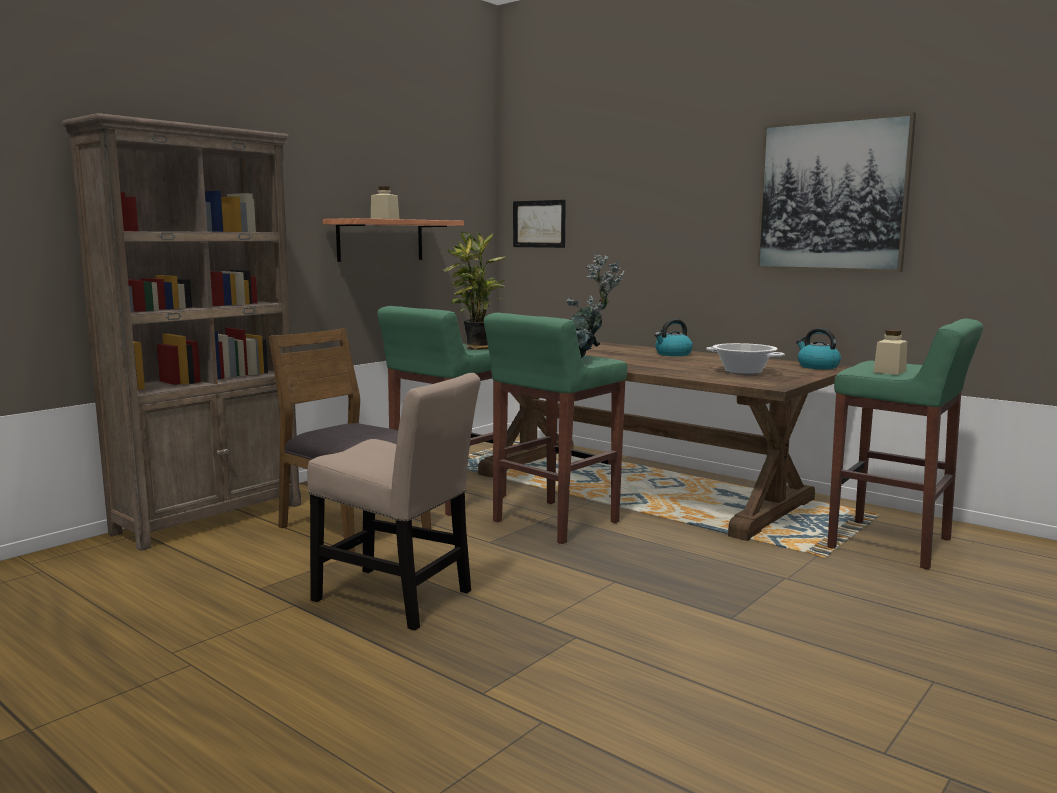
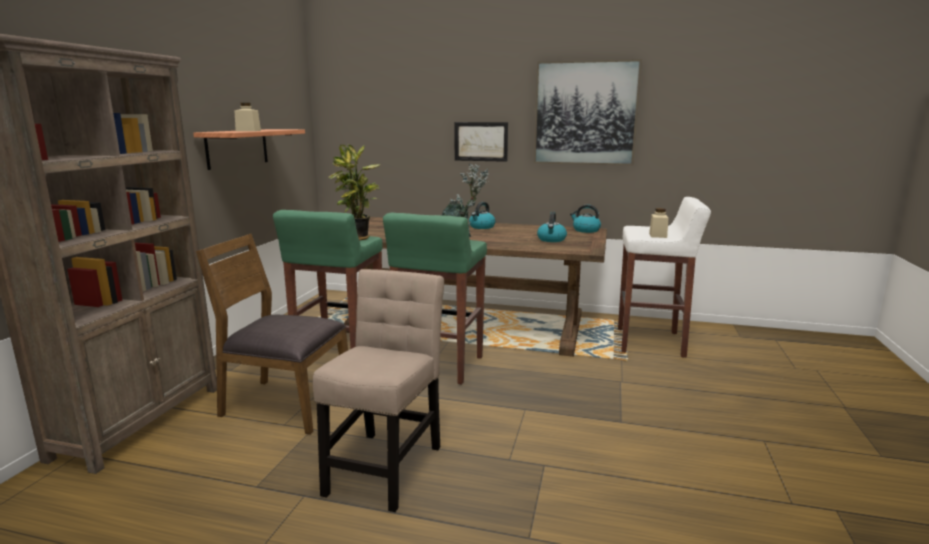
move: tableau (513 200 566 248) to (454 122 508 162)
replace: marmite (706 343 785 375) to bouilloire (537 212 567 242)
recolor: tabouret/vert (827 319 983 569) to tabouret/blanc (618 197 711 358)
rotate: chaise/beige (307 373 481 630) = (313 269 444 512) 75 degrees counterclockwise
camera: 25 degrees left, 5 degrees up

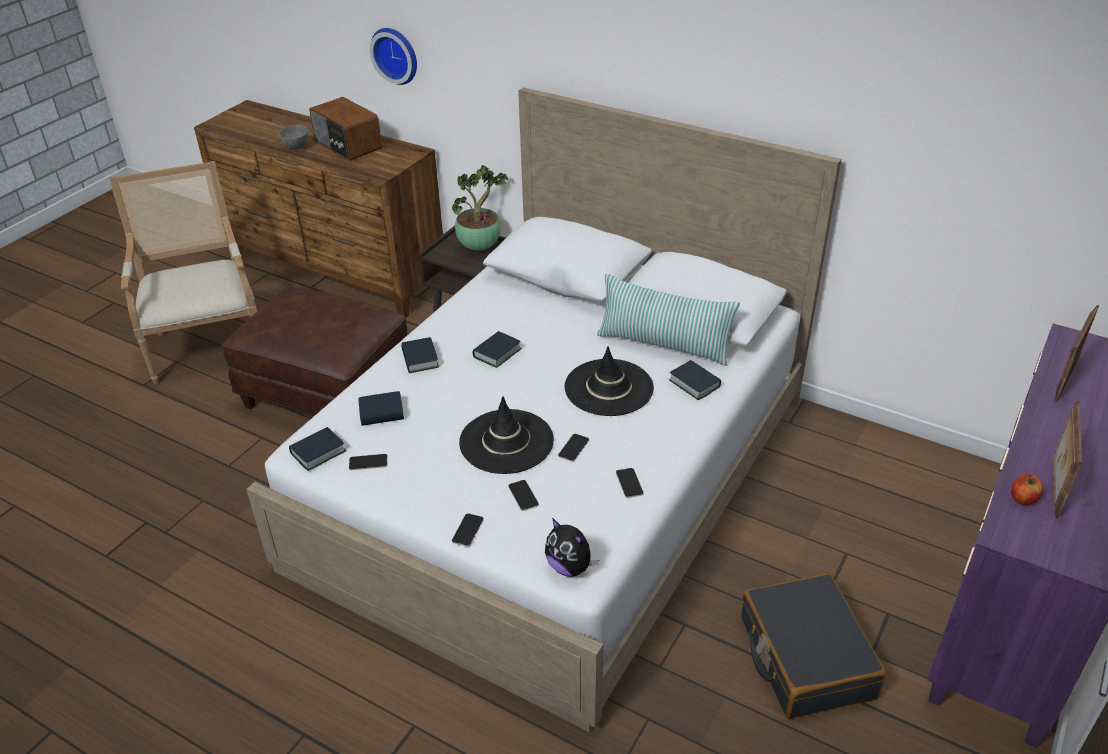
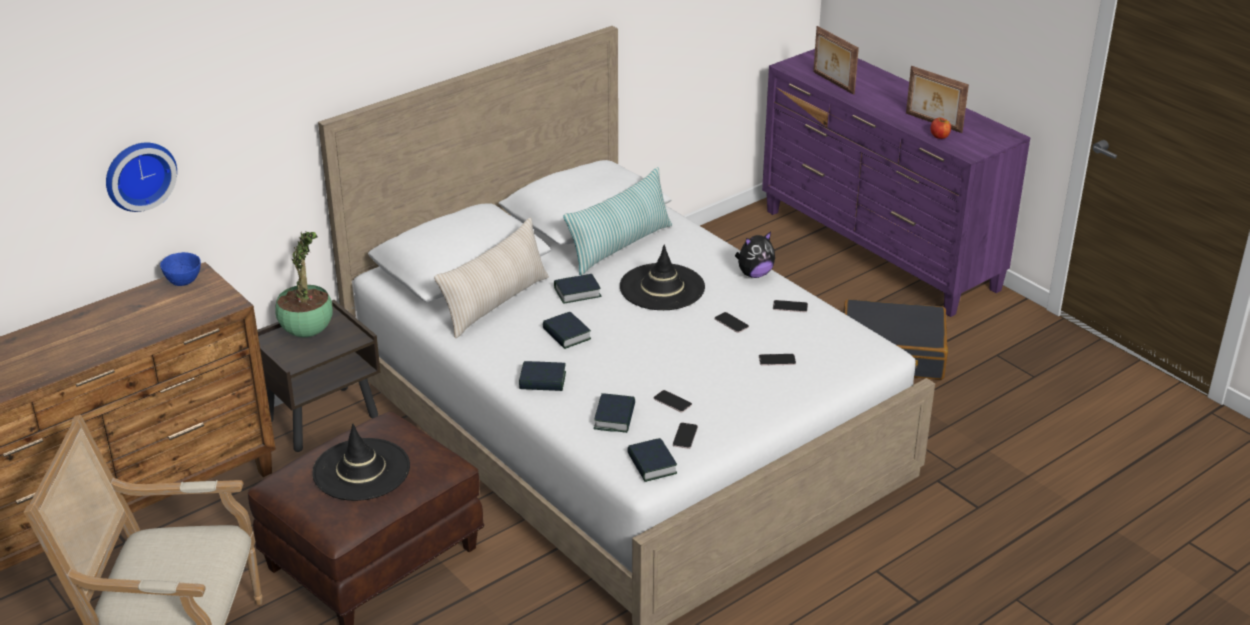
delete: bol/gris (279 125 309 150); radio (309 97 382 161)
insert: bol/bleu (160 252 201 286); coussin/beige (434 218 549 338)
move: chapeau/noir (459 396 554 474) to (312 424 410 501); livre (669 360 721 400) to (554 274 602 304); téléphone (452 513 484 547) to (654 390 692 412); peluche (545 518 599 577) to (735 232 775 278)
camera: 70 degrees left, 5 degrees down

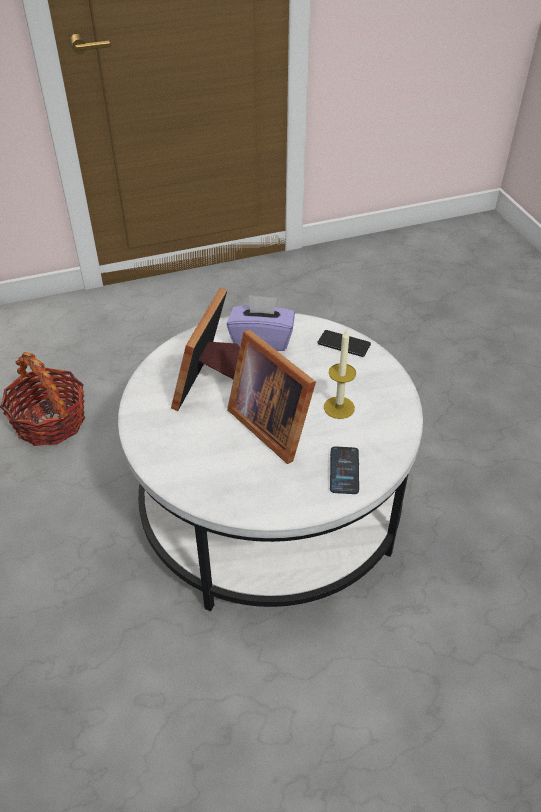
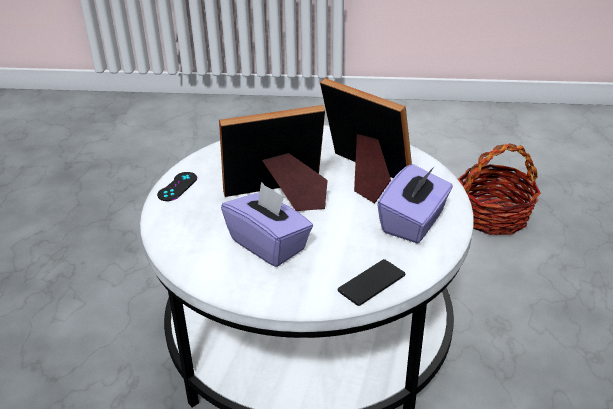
delete: téléphone (330 446 359 494)
insert: manette/noir (157 172 197 201)
replace: bougie (324 329 356 419) to boîte à mouchoirs/violet (221 182 313 267)
camera: 115 degrees right, 10 degrees down

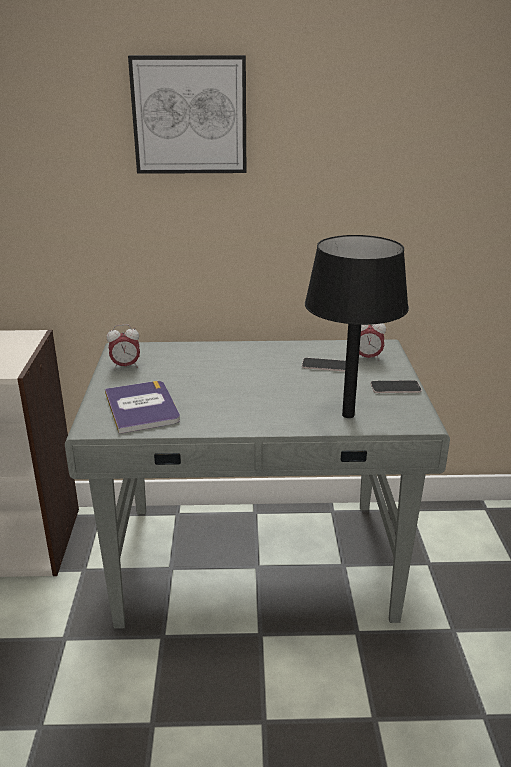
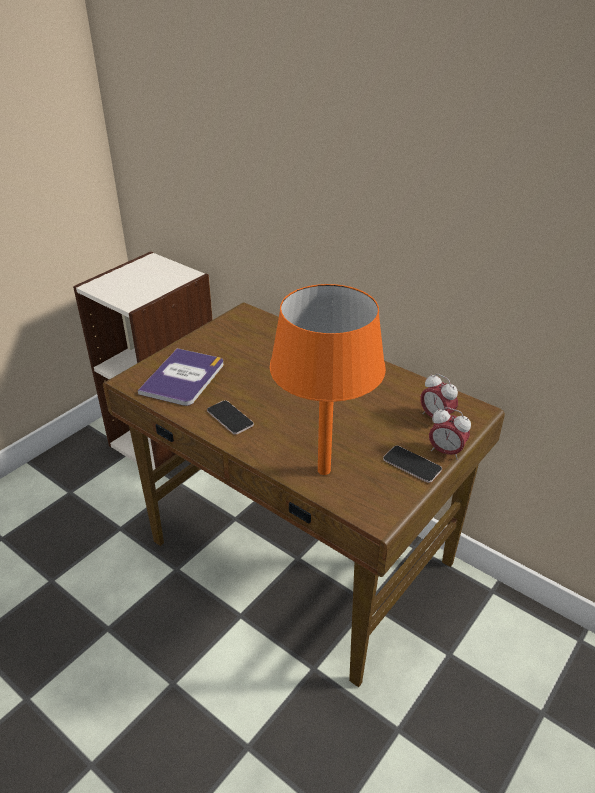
delete: tableau (128 55 246 174)
move: téléphone (302 358 346 371) to (207 400 254 434); réveil (107 324 140 370) to (429 407 471 460)
recolor: bureau/gris (65 339 450 629) to bureau/marron (103 302 505 687); lampe de table/noir (305 235 409 418) to lampe de table/orange (270 284 386 475)
camera: 40 degrees right, 10 degrees up

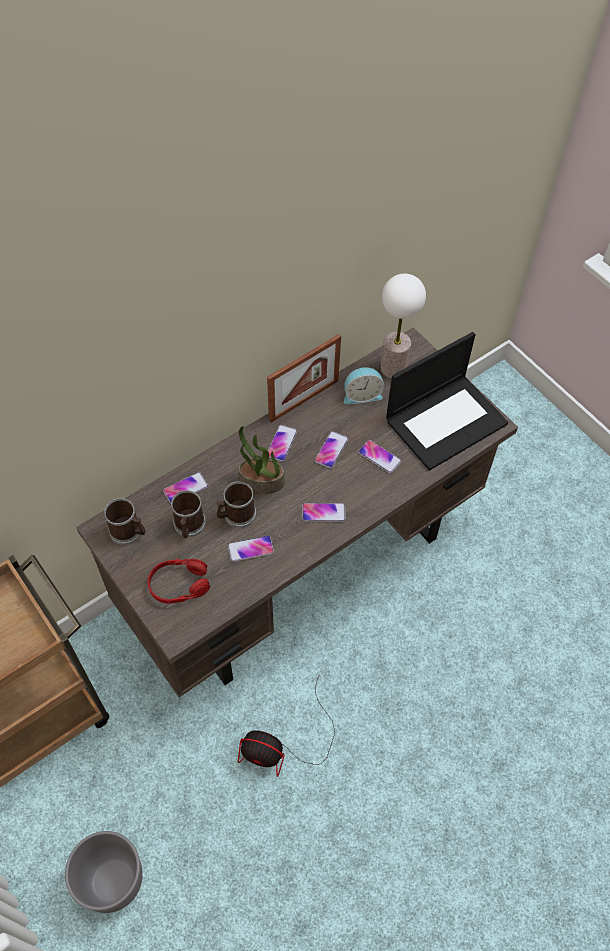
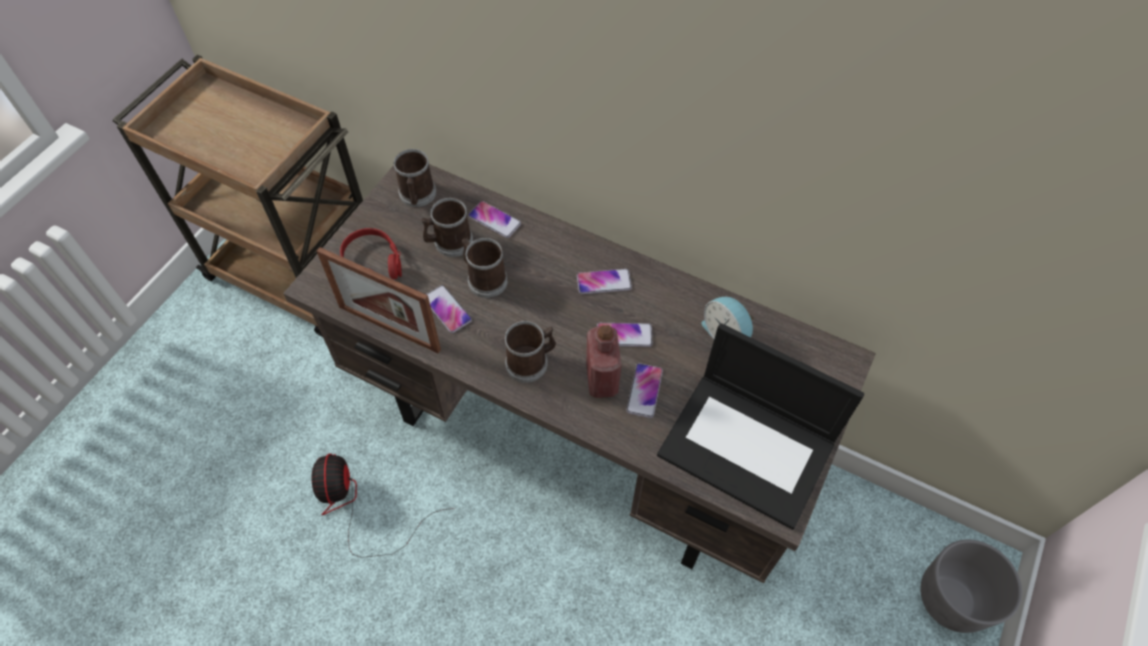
delete: plante en pot (238 426 284 494); lampe de table (381 274 426 378)
insert: bouteille/rouge (586 325 621 398)
move: cadre photo (267 334 341 423) to (317 247 441 353); cache-pot/gris (65 831 143 913) to (920 540 1022 633)
replace: téléphone (302 503 346 522) to mug (505 321 556 383)
camera: 65 degrees right, 0 degrees up

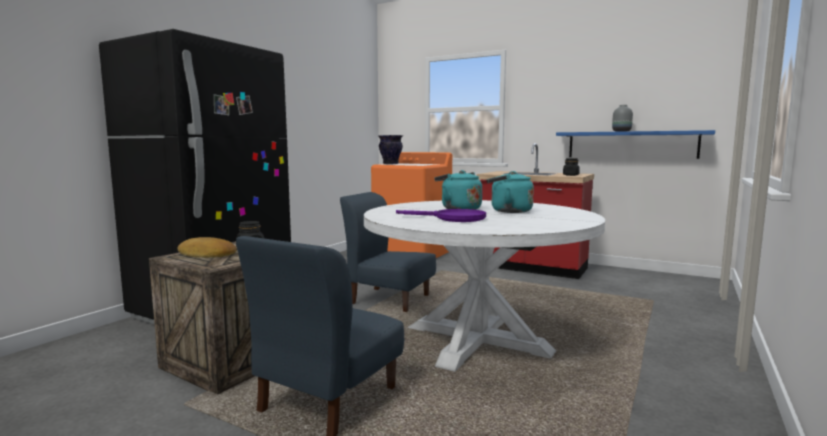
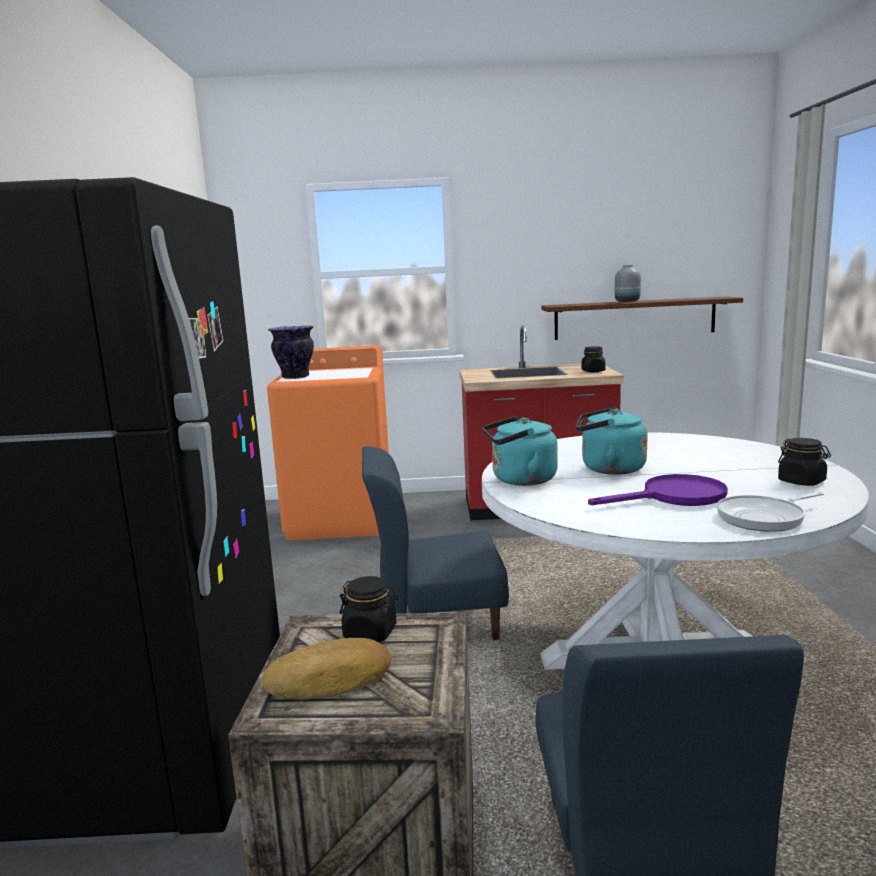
insert: poêle (716 492 824 532); bocal/noir (778 438 831 486)
move: bouilloire/turquoise (486 171 534 213) to (483 416 558 486)
recolor: étagère/bleu (556 130 715 159) to étagère/marron (542 296 743 340)
camera: 30 degrees left, 5 degrees up

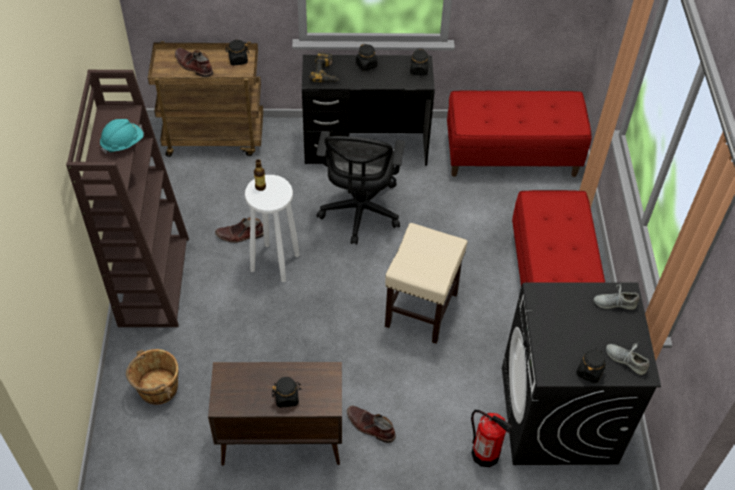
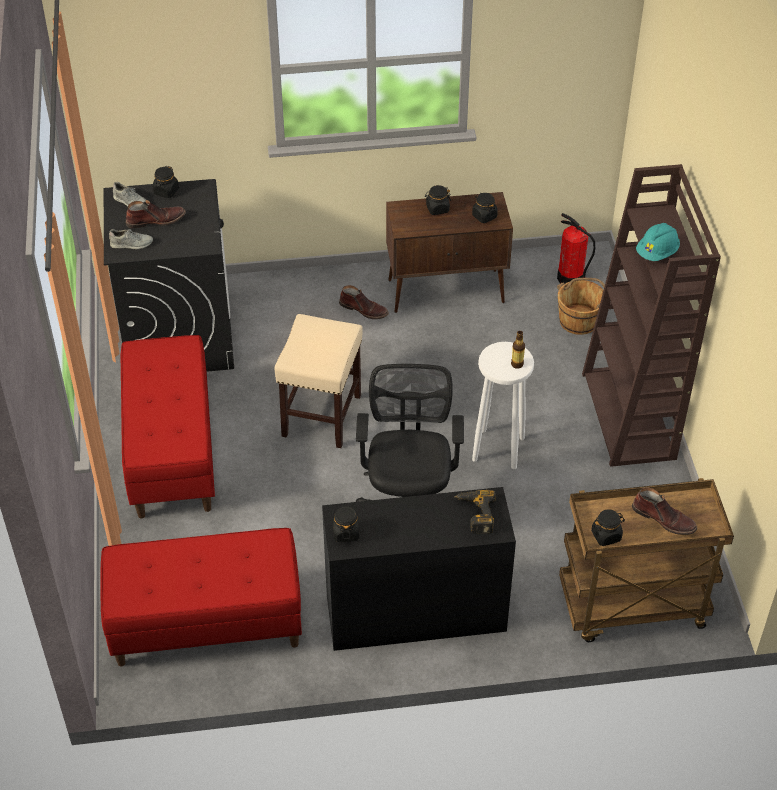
move: botte/marron (215 218 264 243) to (126 200 186 228); bocal/noir (356 44 378 71) to (472 193 498 223); extincteur (471 410 512 467) to (557 213 595 284)
camera: 175 degrees right, 5 degrees down

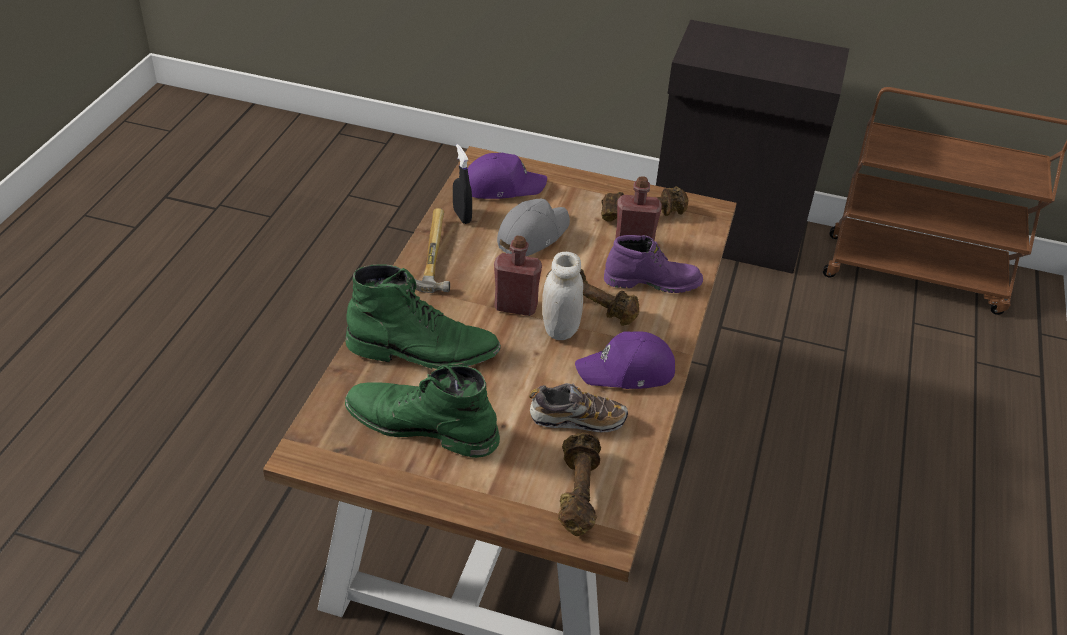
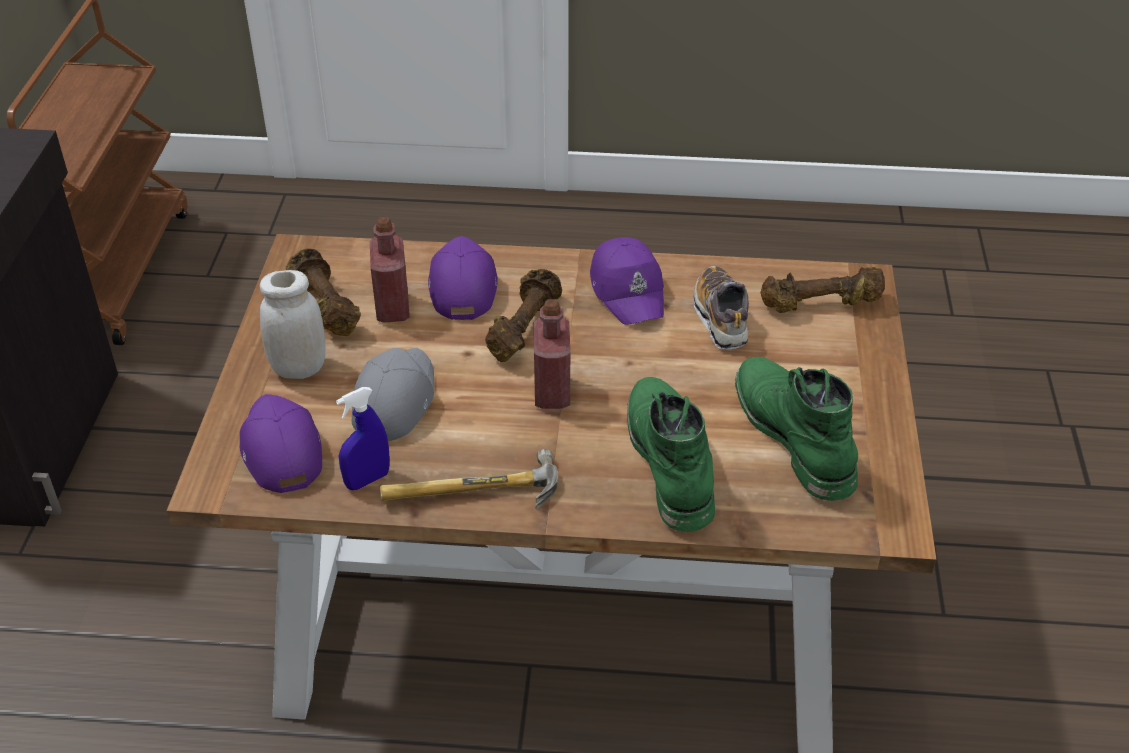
move: bocal/blanc (542 252 583 340) to (260 270 326 379)
replace: botte/violet (604 235 703 293) to casquette/violet (428 236 498 320)
recolor: vaporisateur/noir (453 144 472 224) to vaporisateur/bleu (336 387 390 490)
rotate: casquette/gris (497 198 570 256) = (352 348 434 441) 75 degrees clockwise; botte/vert (345 365 500 458) = (735 357 858 501) 150 degrees clockwise
camera: 100 degrees left, 0 degrees up

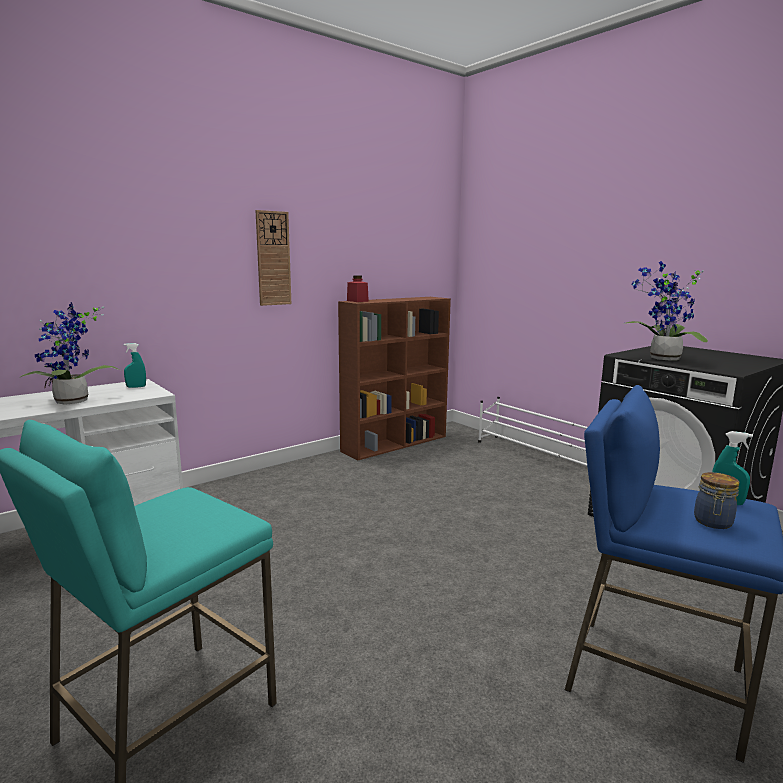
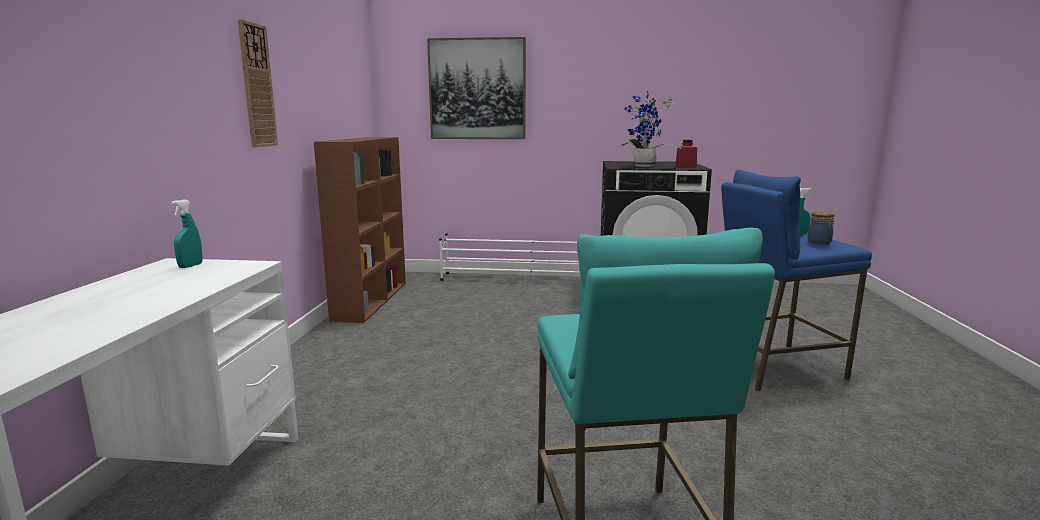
delete: plante en pot (21 302 120 405)
insert: tableau (427 37 526 139)
move: bocal/rouge (347 276 369 302) to (675 140 697 167)
camera: 45 degrees left, 0 degrees up

